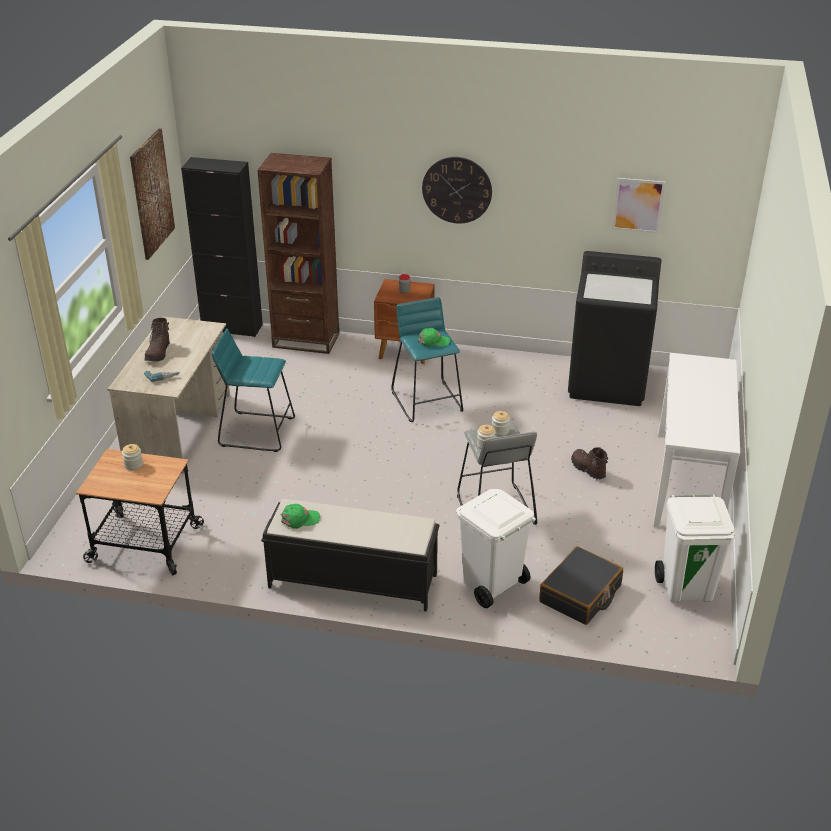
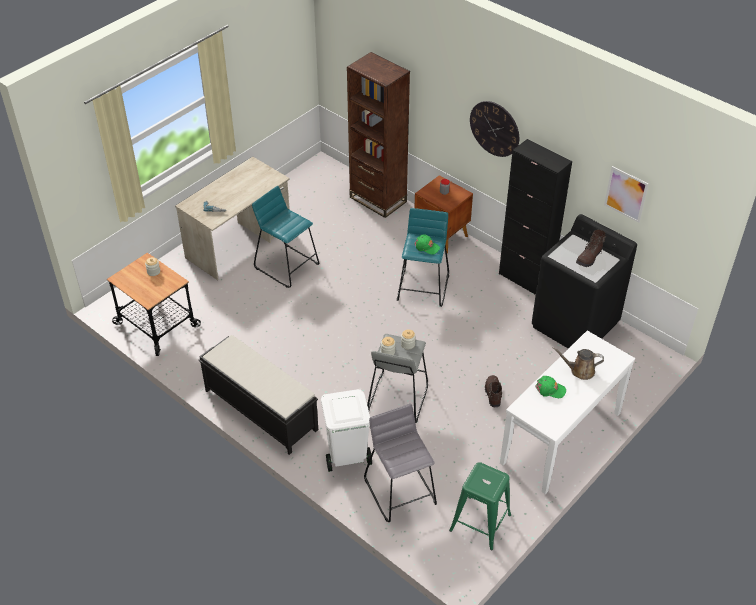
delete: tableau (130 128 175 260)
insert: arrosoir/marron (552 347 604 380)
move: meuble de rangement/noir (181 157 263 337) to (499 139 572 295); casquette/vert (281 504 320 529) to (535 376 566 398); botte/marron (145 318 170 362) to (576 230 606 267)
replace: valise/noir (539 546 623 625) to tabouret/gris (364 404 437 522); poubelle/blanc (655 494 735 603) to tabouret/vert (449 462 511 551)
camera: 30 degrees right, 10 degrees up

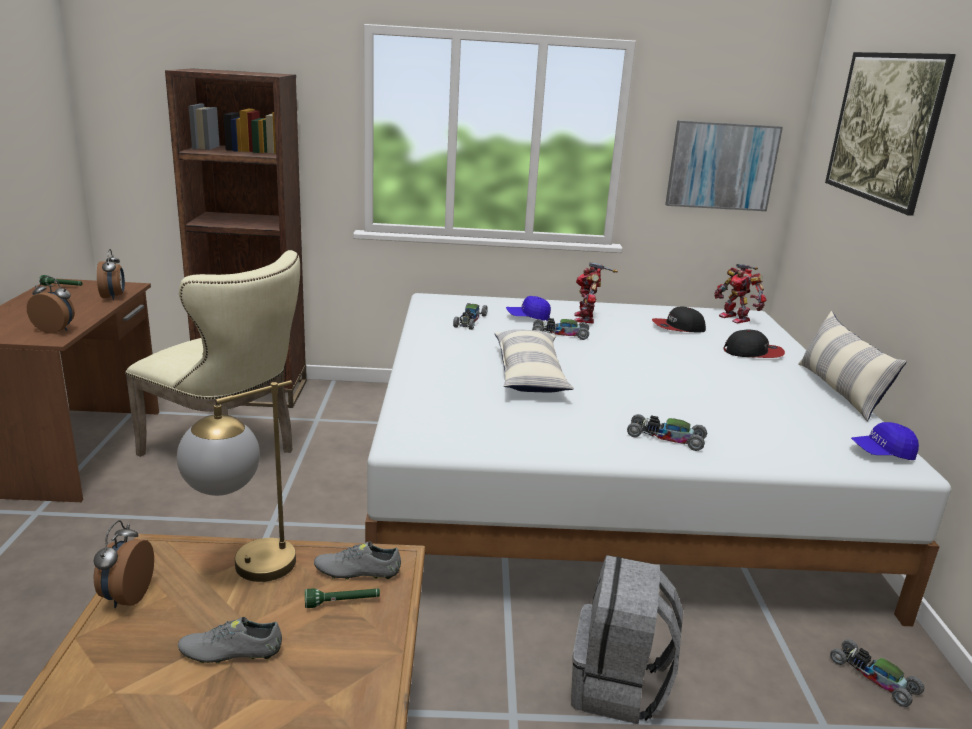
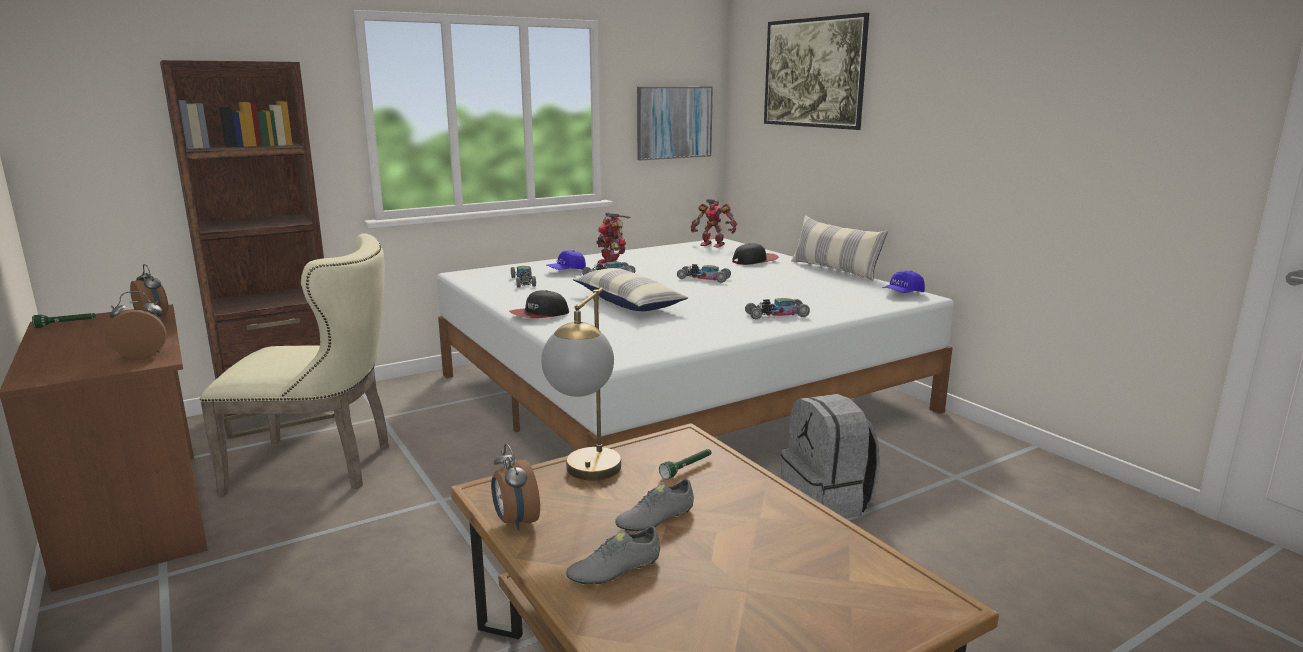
move: casquette (652 306 706 332) to (509 290 569 318); chaussure/gris (314 541 401 580) to (566 526 660 586); petite voiture (830 639 925 707) to (677 264 731 283)
camera: 30 degrees left, 5 degrees down

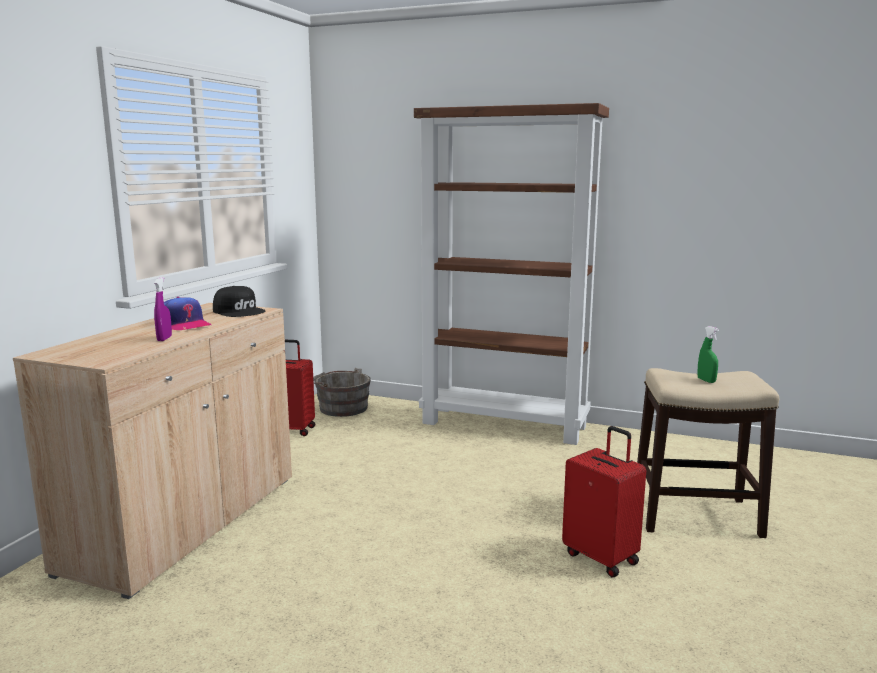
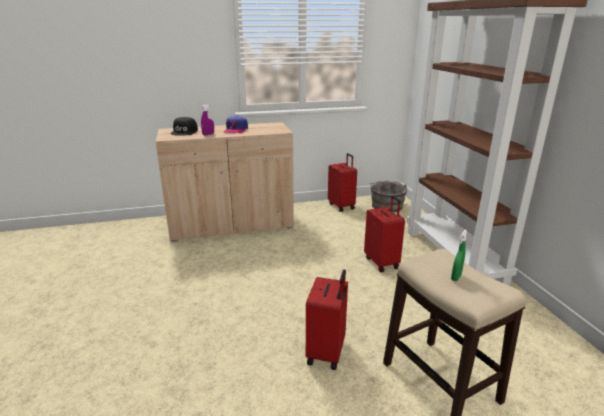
insert: valise/rouge (364 196 405 272)
move: casquette/noir (213 286 265 317) to (170 117 198 136)
camera: 55 degrees right, 10 degrees up

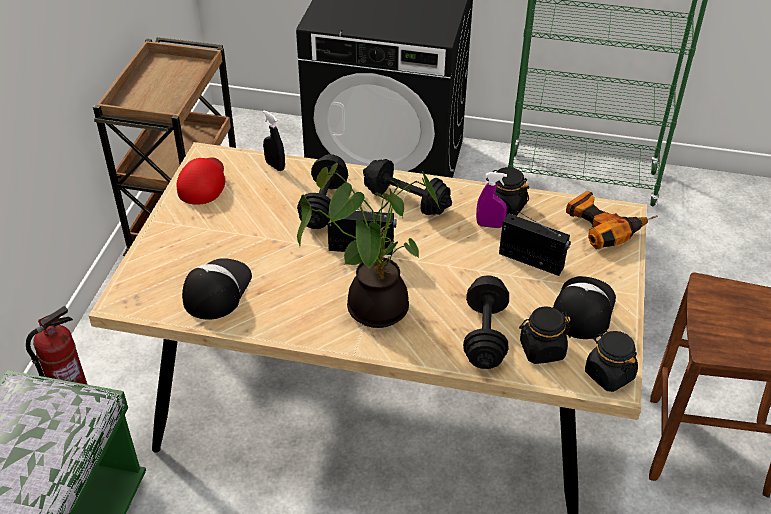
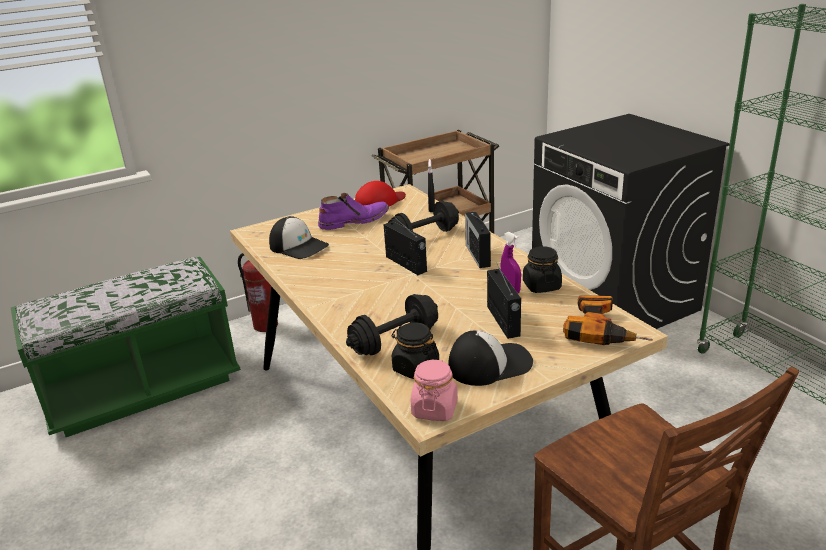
delete: plante en pot (297 163 440 328)
insert: botte/violet (318 193 389 230)
replace: haltère/noir (363 159 452 215) to radio (465 211 491 268)
recolor: bocal/noir (585 330 638 392) to bocal/rose (411 359 458 421)
rotate: casquette (182 258 252 320) = (269 216 329 259) 60 degrees clockwise
camera: 50 degrees right, 15 degrees down

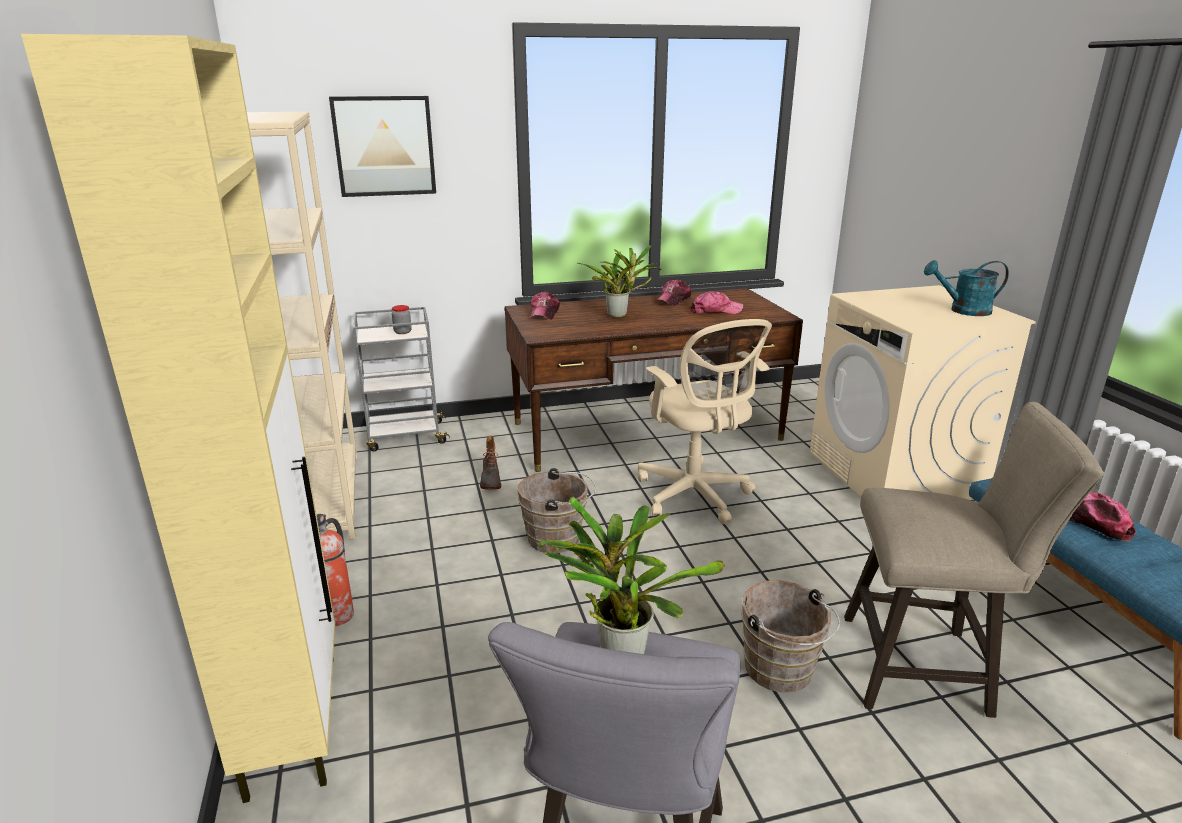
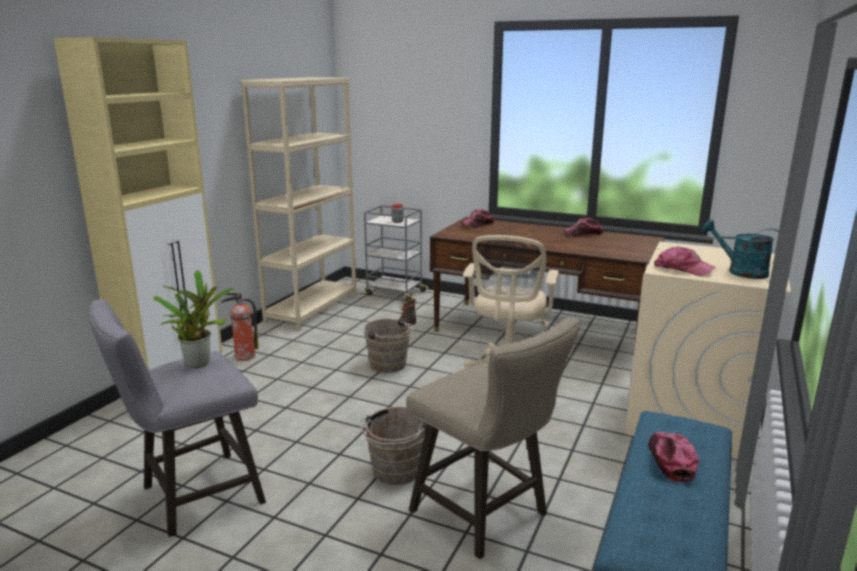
delete: tableau (329 96 436 197); plante en pot (577 245 661 318)
move: casquette (690 291 743 314) to (654 246 716 276)
camera: 40 degrees right, 5 degrees down

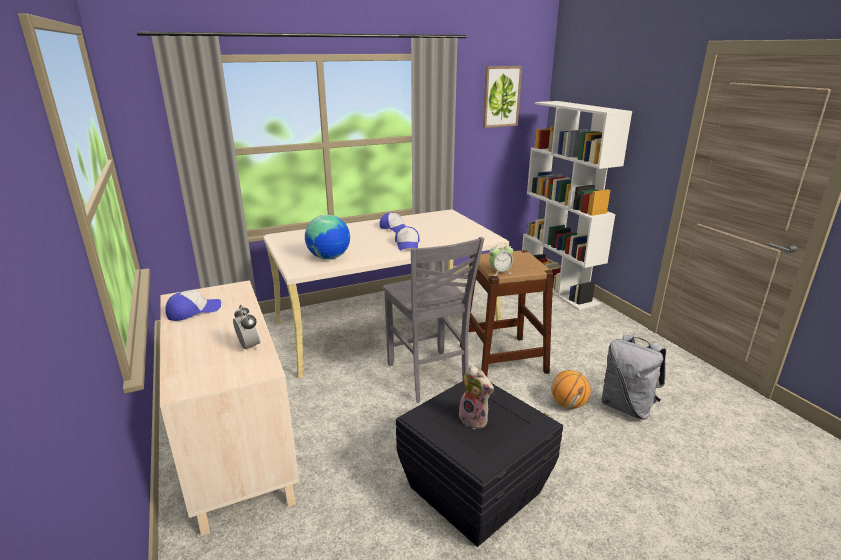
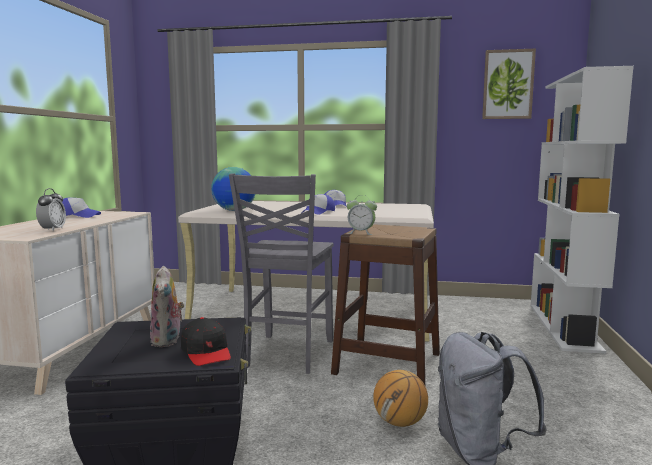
insert: casquette/noir (181 317 231 366)
camera: 35 degrees right, 15 degrees down

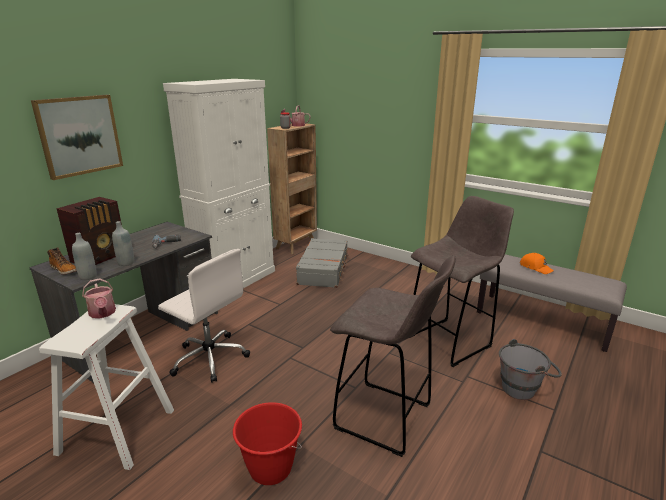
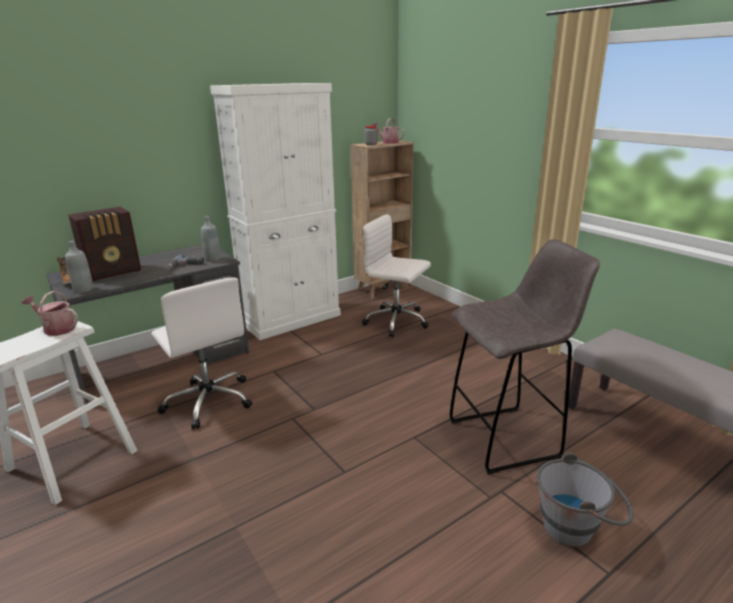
delete: tableau (31 95 123 180); seau/rouge (233 402 302 485); tabouret/gris (330 255 456 457); casquette/orange (520 253 554 274)
move: bouteille/gris (112 221 134 266) to (201 216 221 262)
replace: valise/gris (296 238 350 288) to chaise de bureau/blanc (362 214 431 337)
rotate: arrosoir (82 278 116 319) = (22 291 78 336) 120 degrees clockwise
camera: 20 degrees right, 0 degrees up

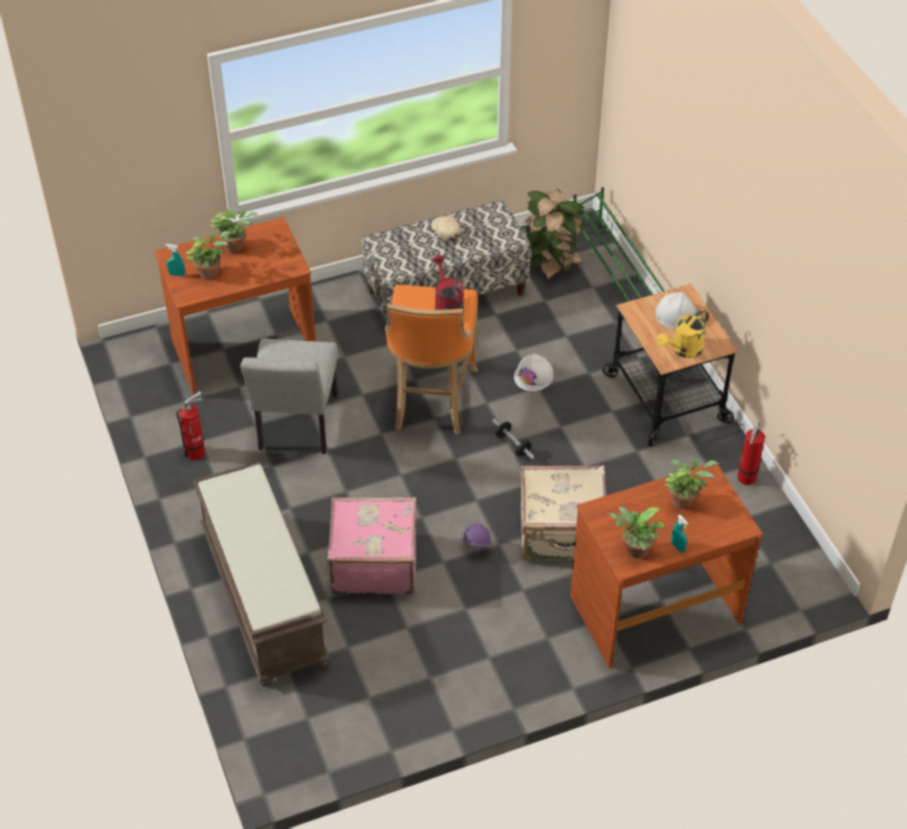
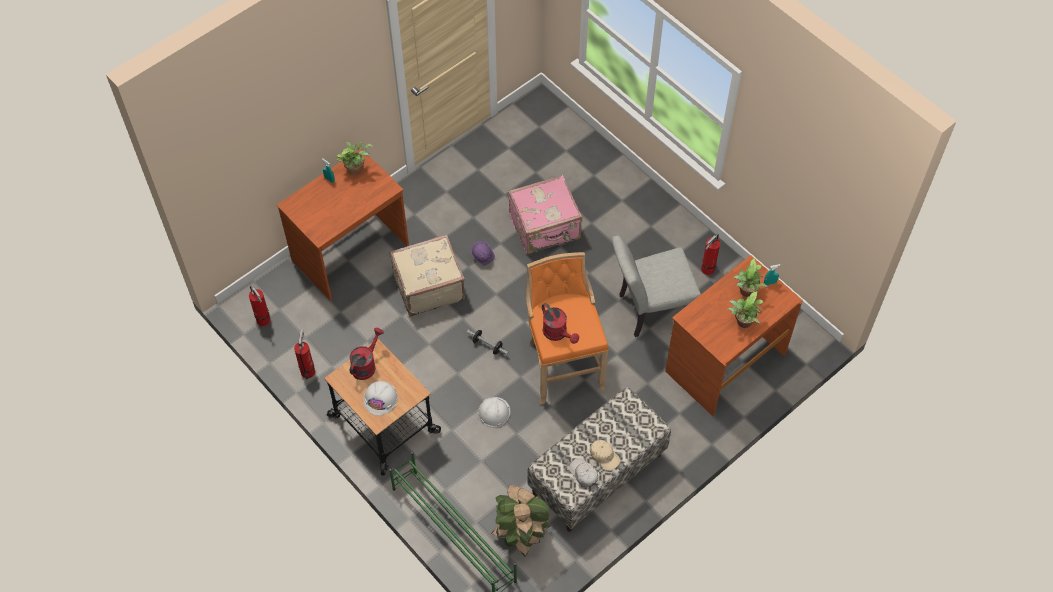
delete: banc/marron (193 462 330 687); plante en pot (664 458 719 509)
insert: extincteur (249 286 271 326); casquette/blanc (569 458 598 487)
recolor: arrosoir/jaune (657 309 709 358) to arrosoir/rouge (349 328 384 380)
rotate: chaise/gris (241 338 338 454) = (612 236 701 337) 90 degrees counterclockwise
camera: 160 degrees right, 10 degrees up

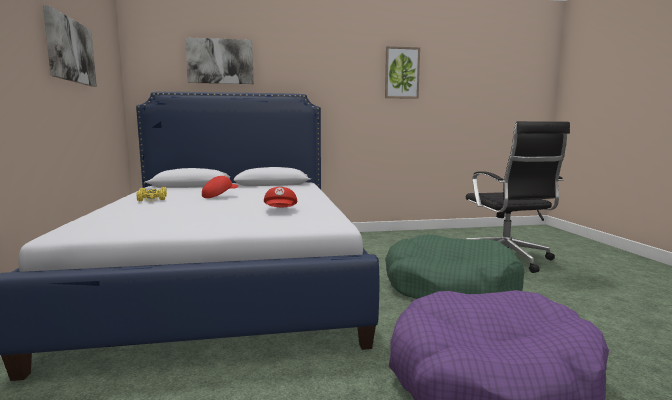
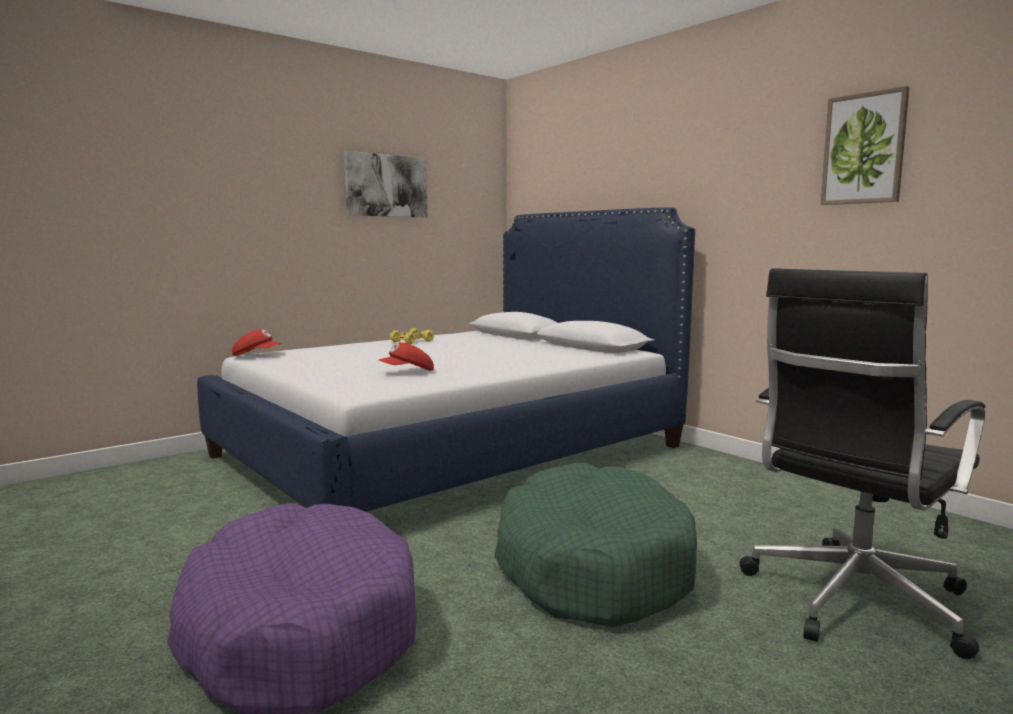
delete: tableau (185 37 254 84)
move: casquette/rouge (202 175 238 198) to (232 330 282 356)
camera: 60 degrees right, 0 degrees up

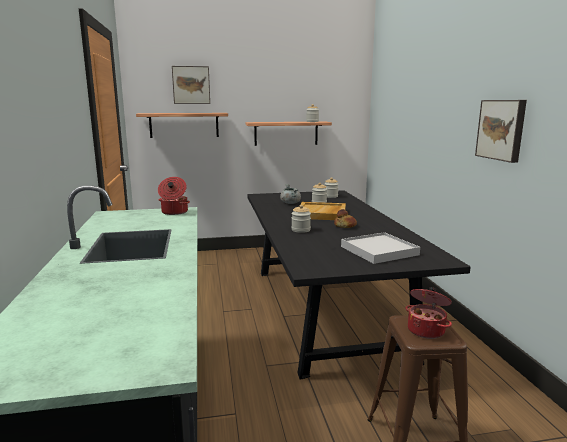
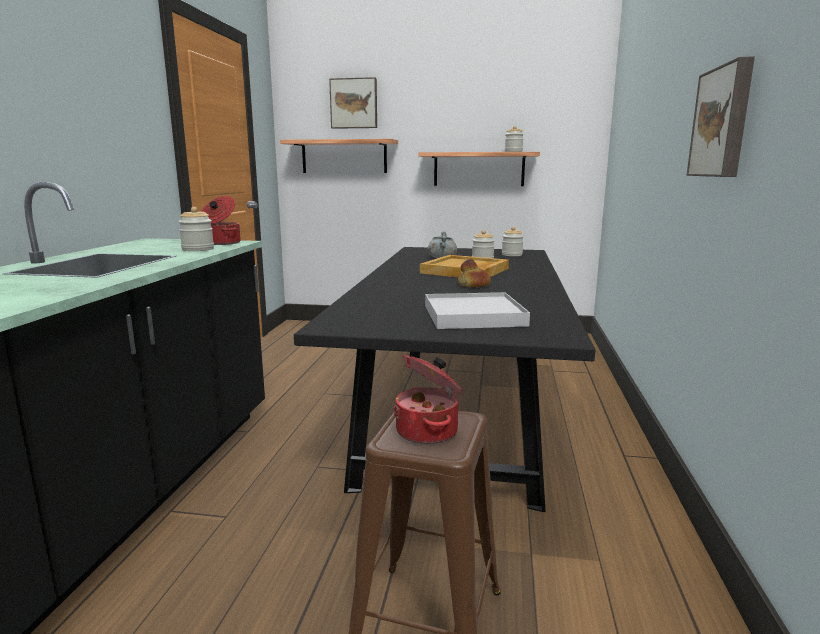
move: bocal (291 205 311 233) to (178 207 214 251)
camera: 20 degrees right, 0 degrees up

